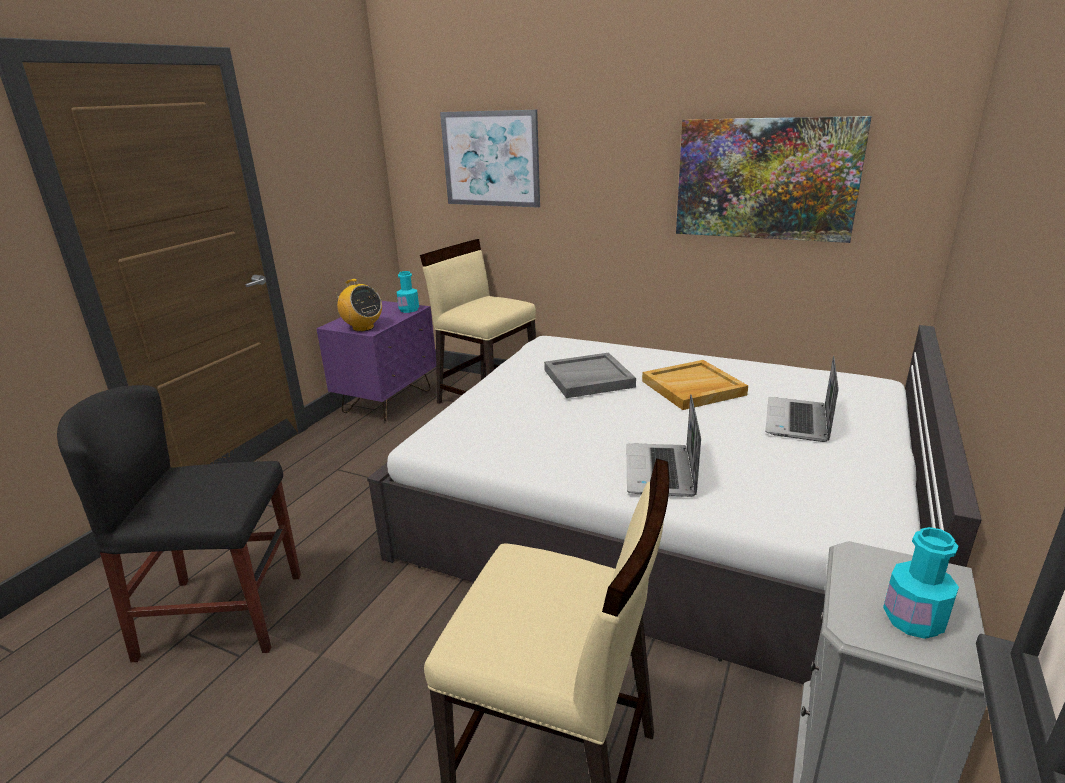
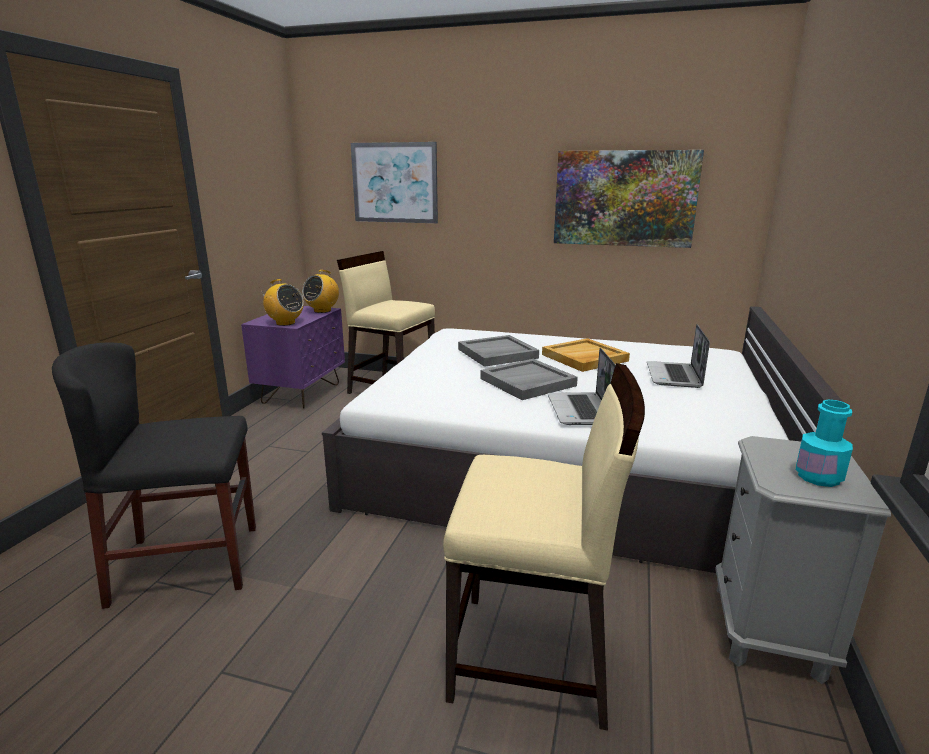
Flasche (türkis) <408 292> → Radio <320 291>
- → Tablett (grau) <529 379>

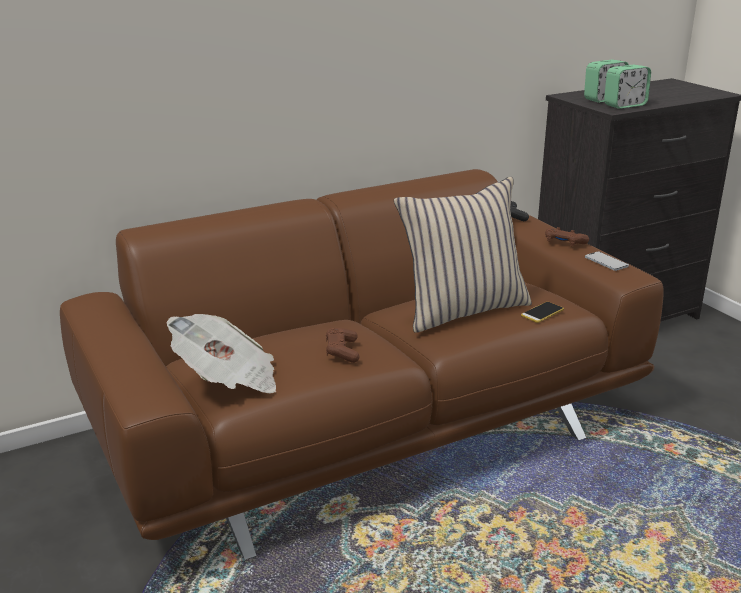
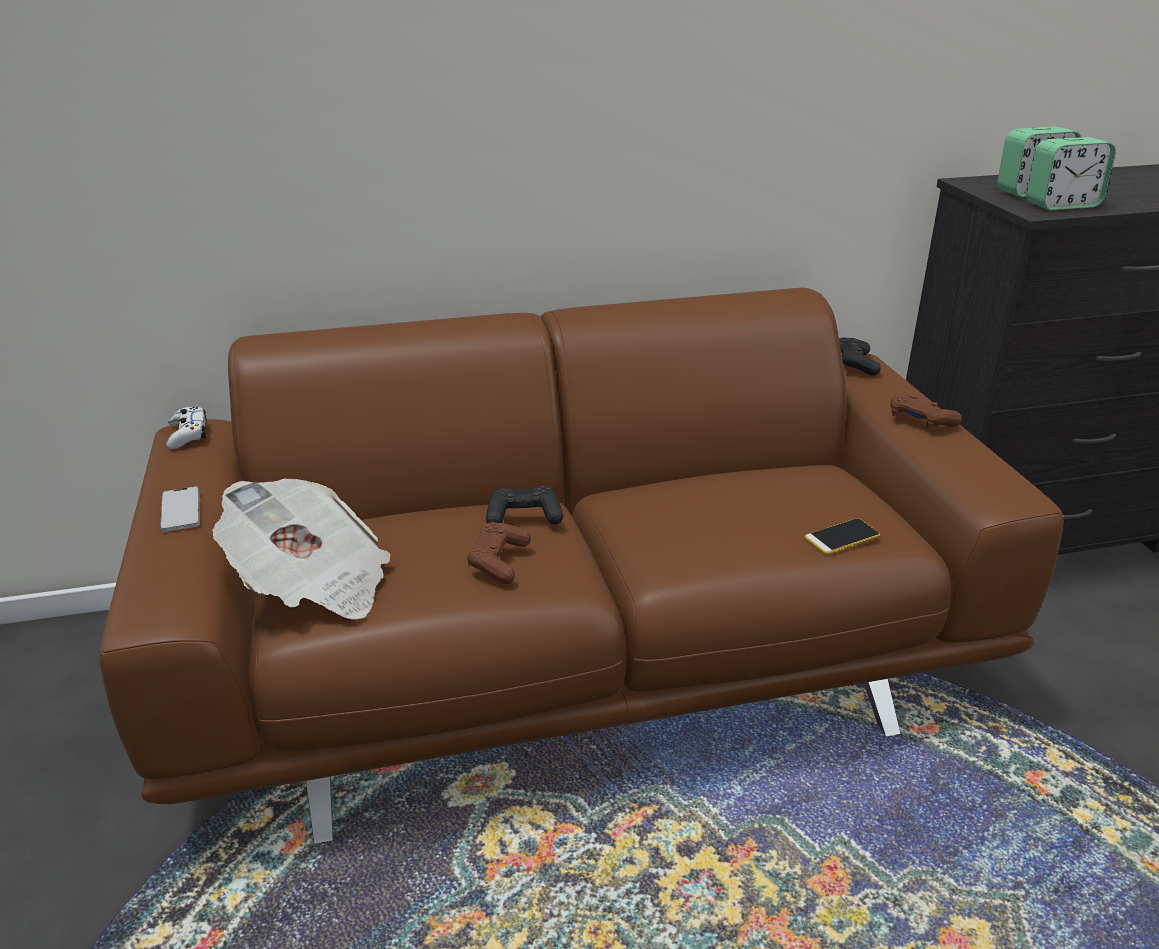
Kissen (beige) <463 255> → -
Handy <607 261> → Handy <180 509>, relocated
- → Gamepad (weiß) <186 428>
- → Gamepad (schwarz) <524 505>

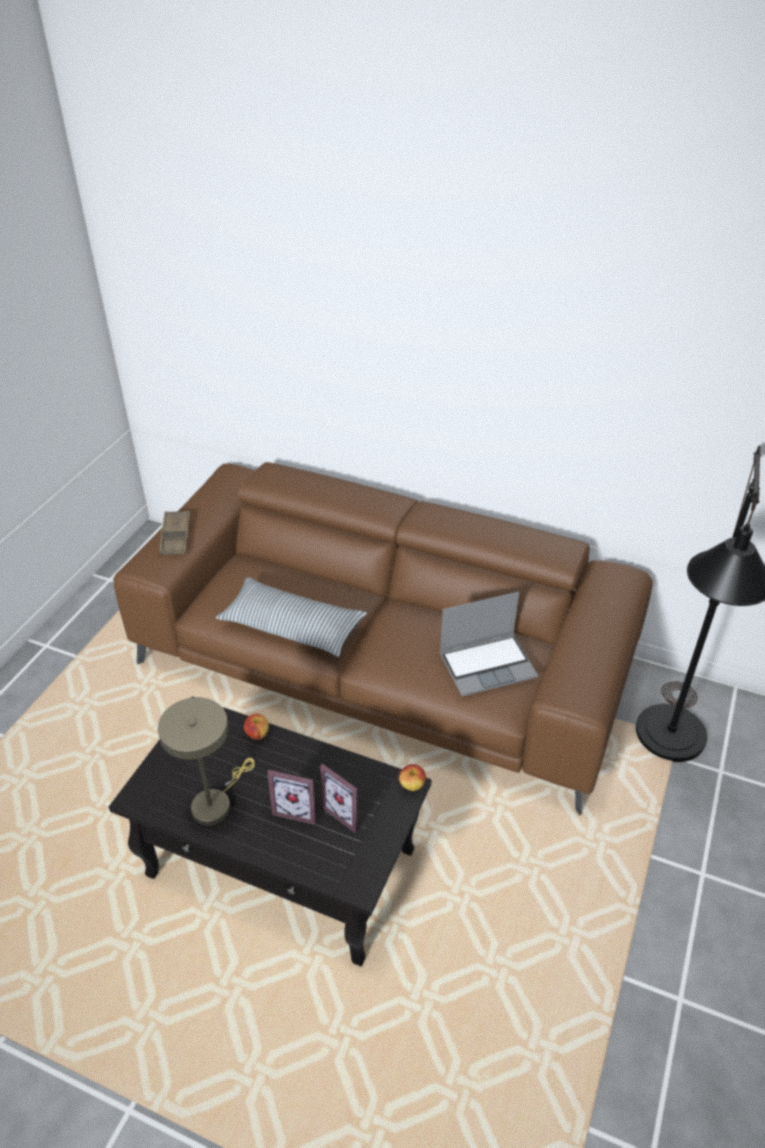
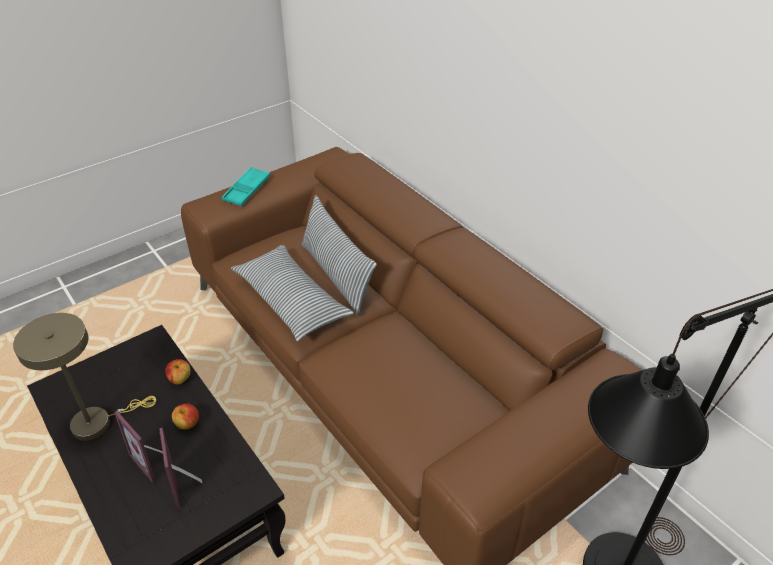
Tablett (braun) <174 533> → Tablett (türkis) <246 186>
Apfel <412 777> → Apfel <185 416>, relocated
Laptop <488 644> → -
- → Kissen <339 255>

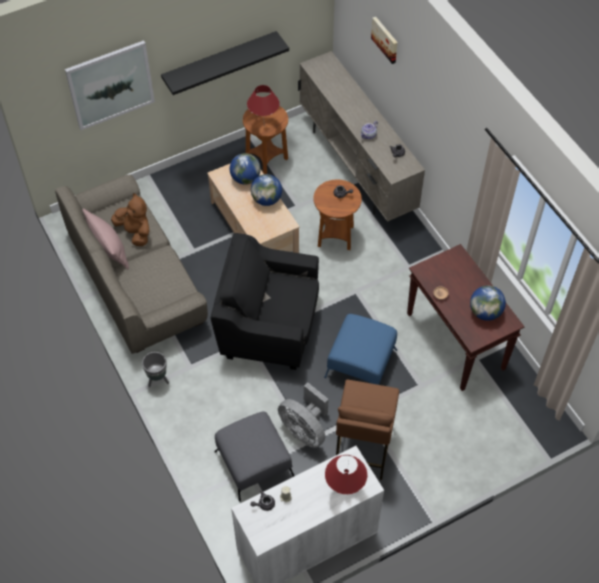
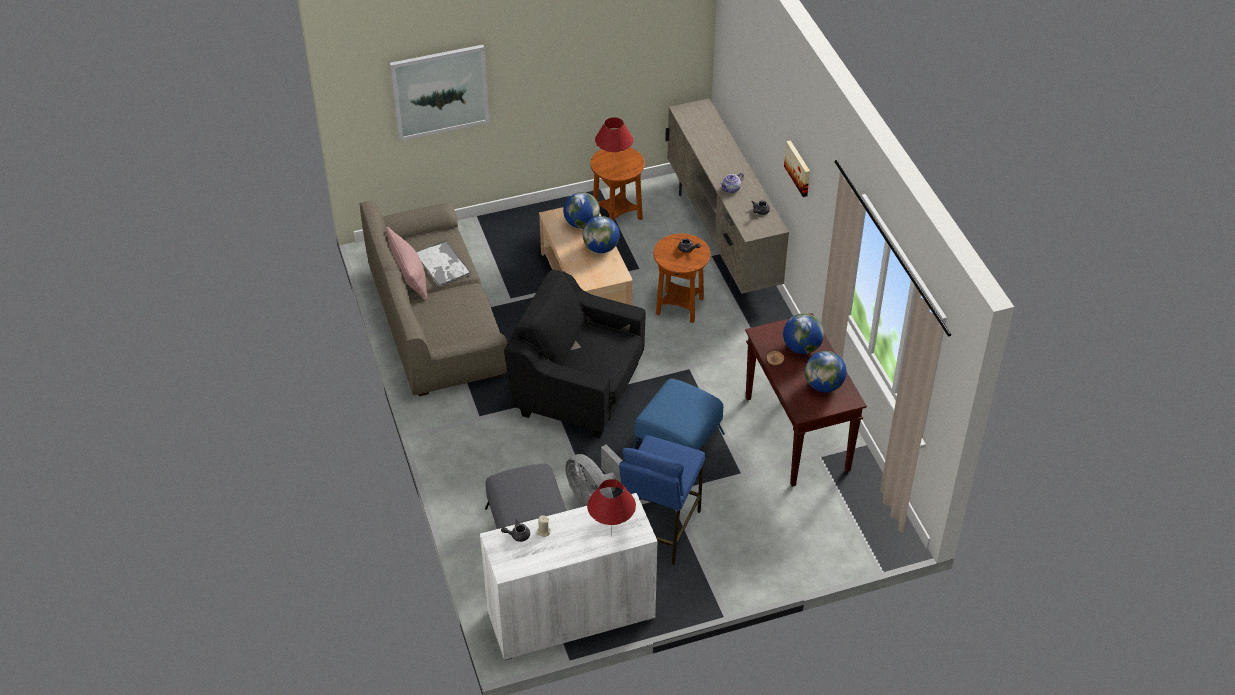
Plüschtier (braun) <130 219> → Tablett <444 263>
Pflanzkübel (grau) <155 369> → -
Wandregal (schwarz) <225 63> → -
Hocker (braun) <367 429> → Hocker (blau) <662 500>
Bild <384 40> → Bild <797 168>, relocated
- → Globus <803 333>

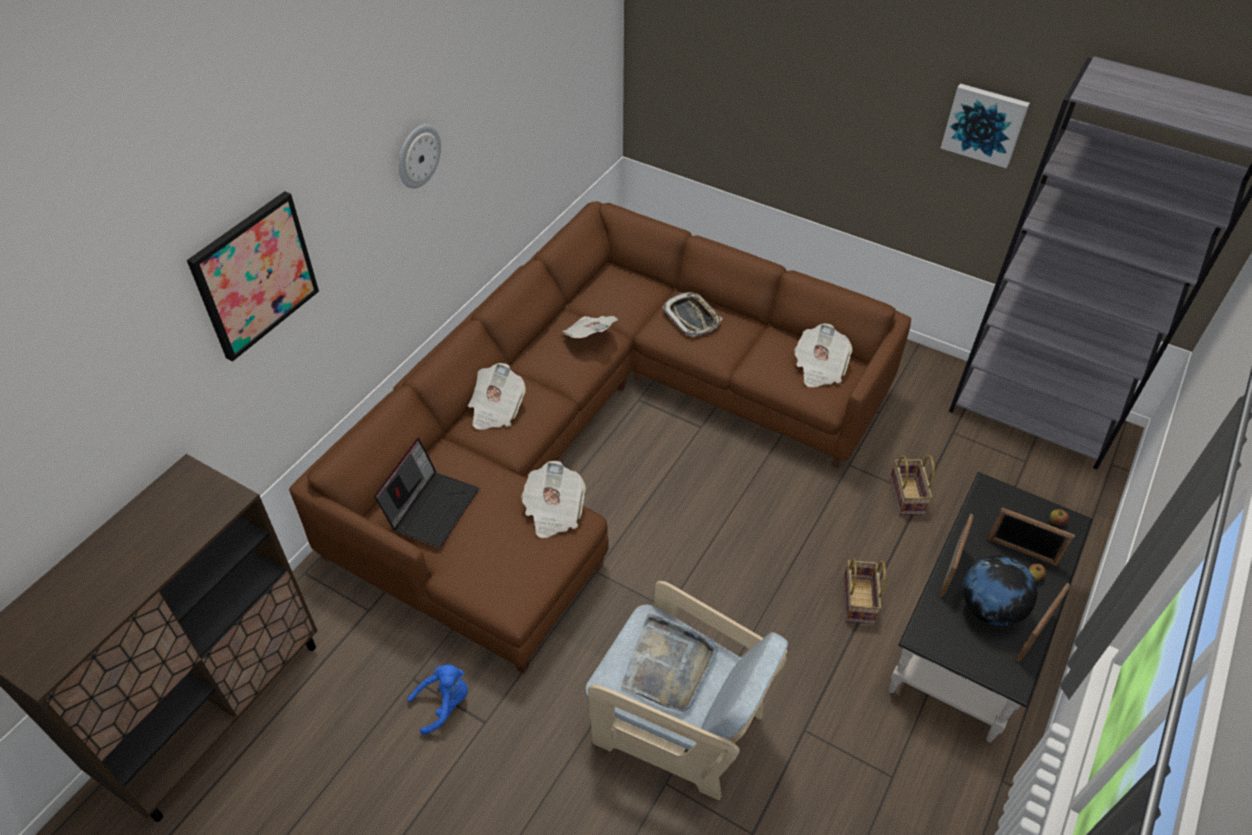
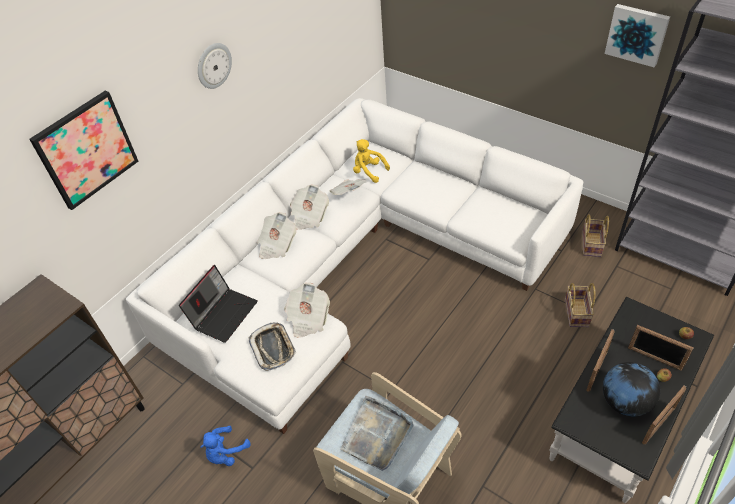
Sofa (braun) <600 437> → Sofa (weiß) <354 266>
Plüschtier (blau) <437 699> → Plüschtier (blau) <226 446>, 150 degrees clockwise
Tablett <693 314> → Tablett <272 346>, relocated
Zeitung <823 355> → Zeitung <309 207>, relocated
Korb <864 591> → Korb <595 235>, relocated
- → Plüschtier (gelb) <371 161>

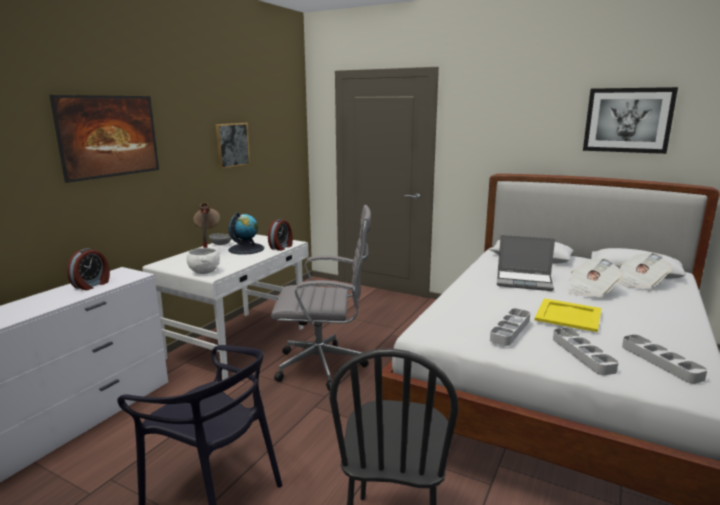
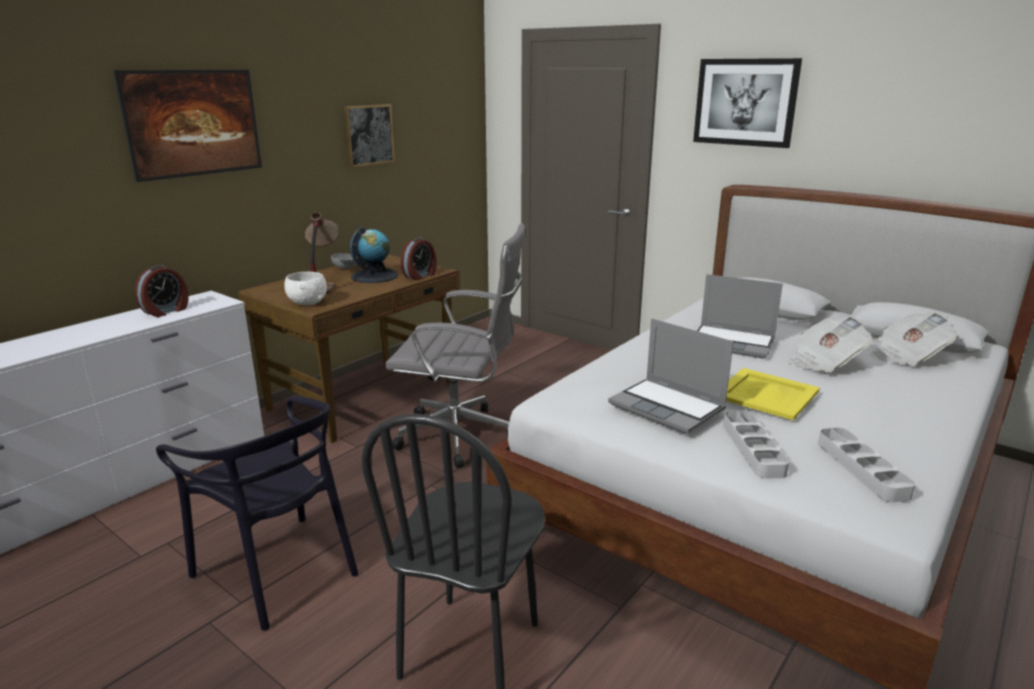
Schreibtisch (weiß) <225 307> → Schreibtisch (braun) <349 348>
Tablett (grau) <510 327> → Laptop <671 376>
Bild <630 120> → Bild <747 103>, relocated

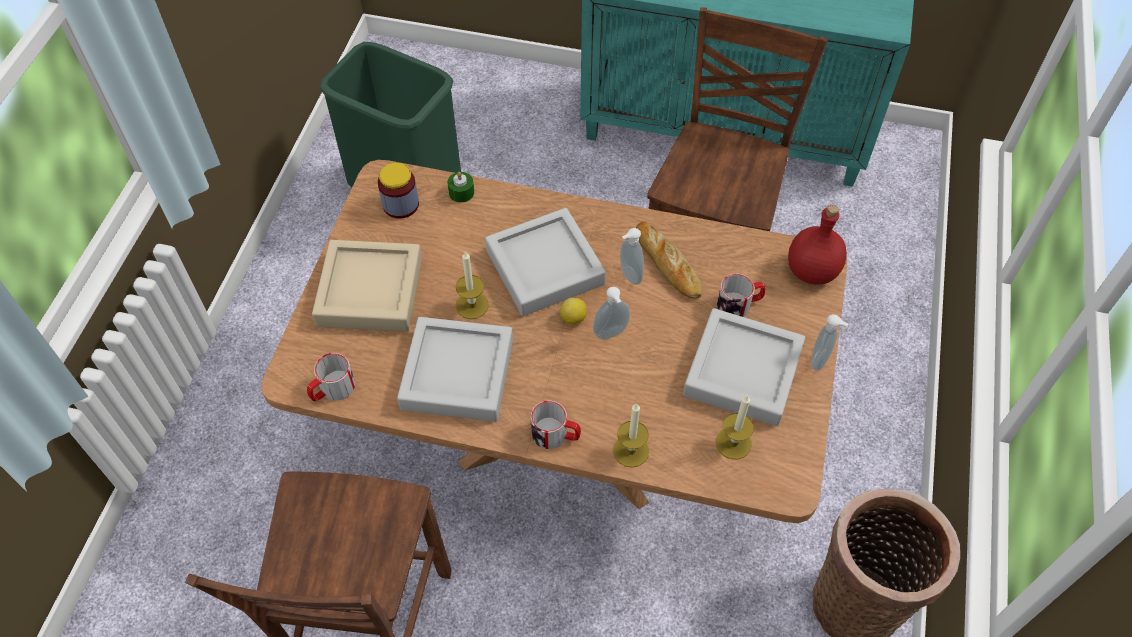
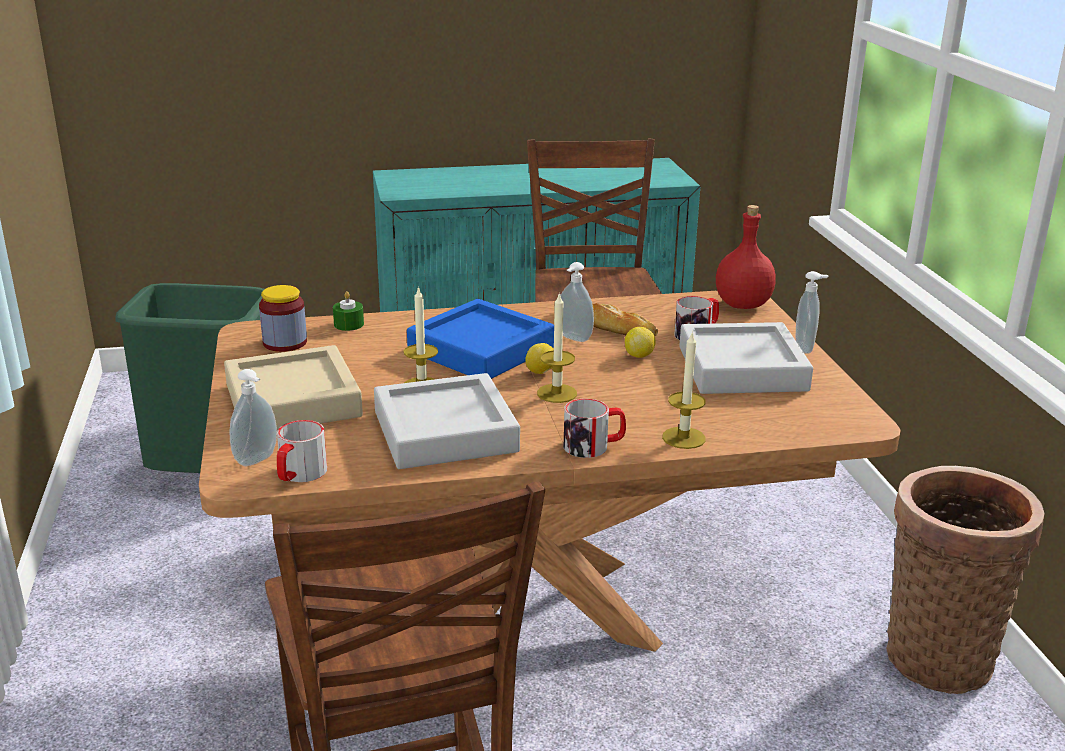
Tablett (grau) <545 262> → Tablett (blau) <480 339>
Seifenspender <611 313> → Seifenspender <253 417>, relocated
Kerze <735 427> → Kerze <557 347>, relocated
- → Zitrone <640 342>

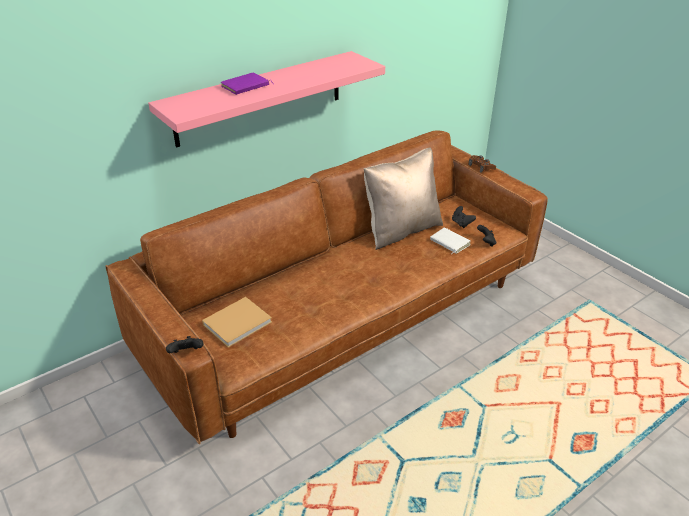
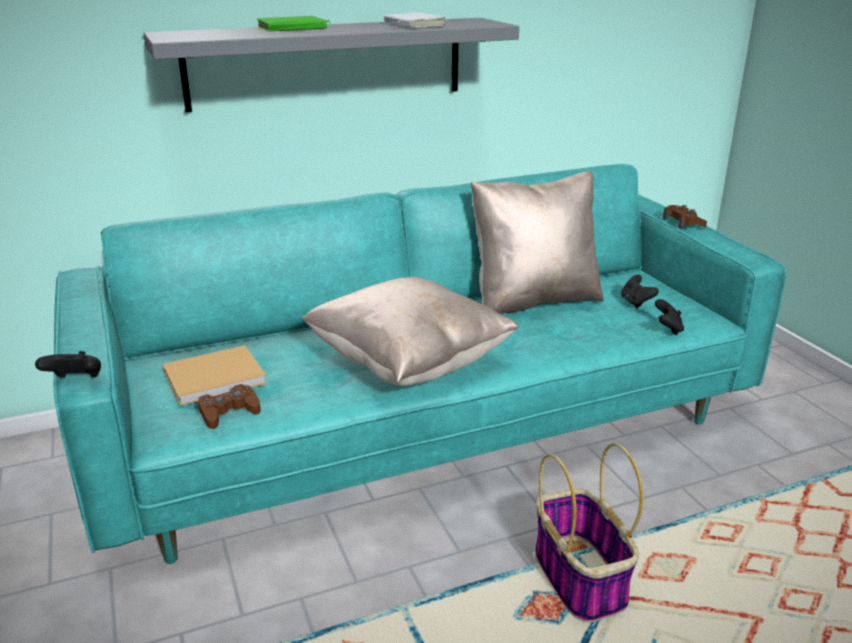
Sofa (braun) <326 287> → Sofa (türkis) <420 364>
Wandregal (rosa) <266 99> → Wandregal (grau) <331 65>
Buch (lila) <247 84> → Buch (grün) <294 23>
Buch (weiß) <450 241> → Buch (weiß) <414 20>, relocated
- → Gamepad (braun) <229 406>
- → Kissen (beige) <410 331>
- → Korb <589 533>

